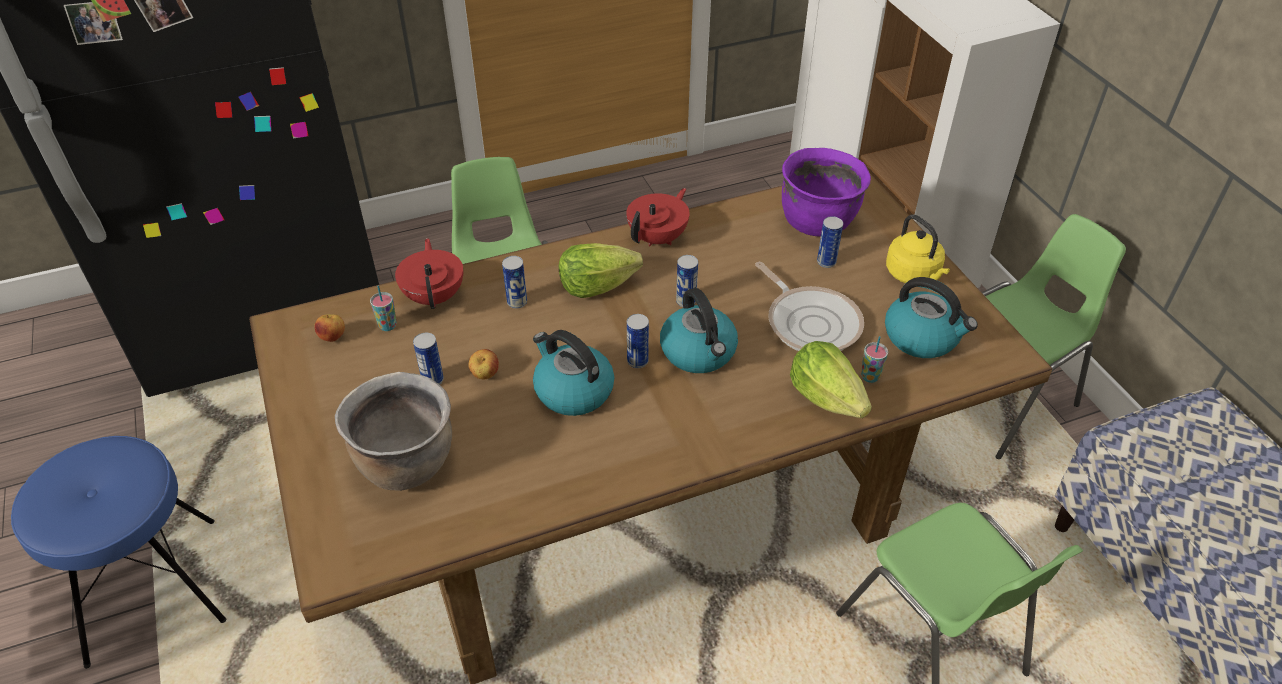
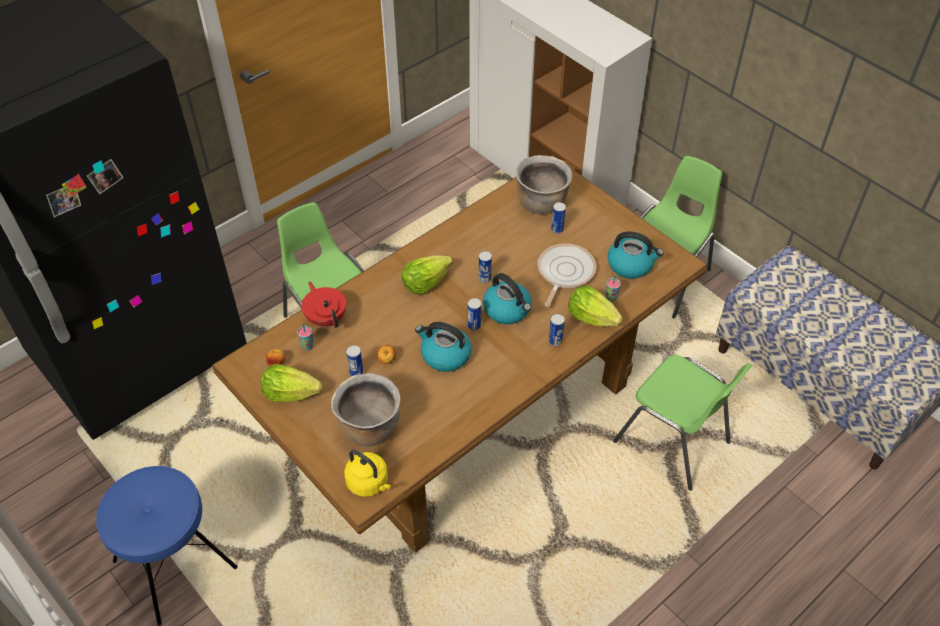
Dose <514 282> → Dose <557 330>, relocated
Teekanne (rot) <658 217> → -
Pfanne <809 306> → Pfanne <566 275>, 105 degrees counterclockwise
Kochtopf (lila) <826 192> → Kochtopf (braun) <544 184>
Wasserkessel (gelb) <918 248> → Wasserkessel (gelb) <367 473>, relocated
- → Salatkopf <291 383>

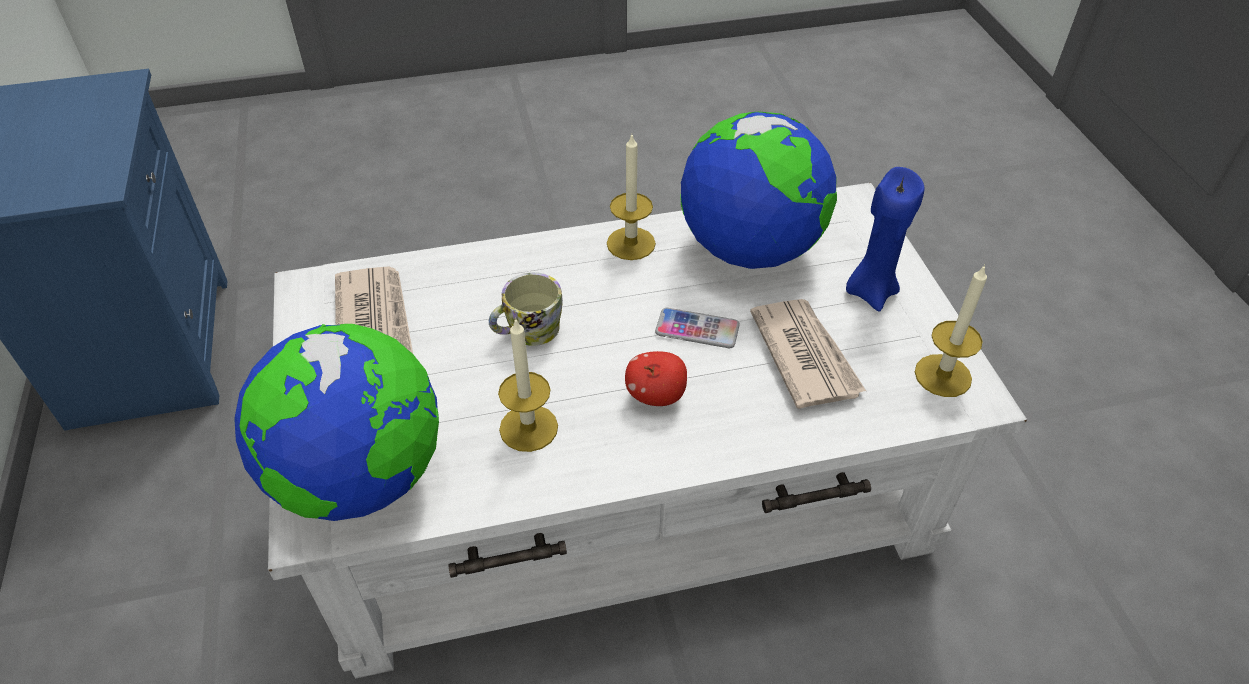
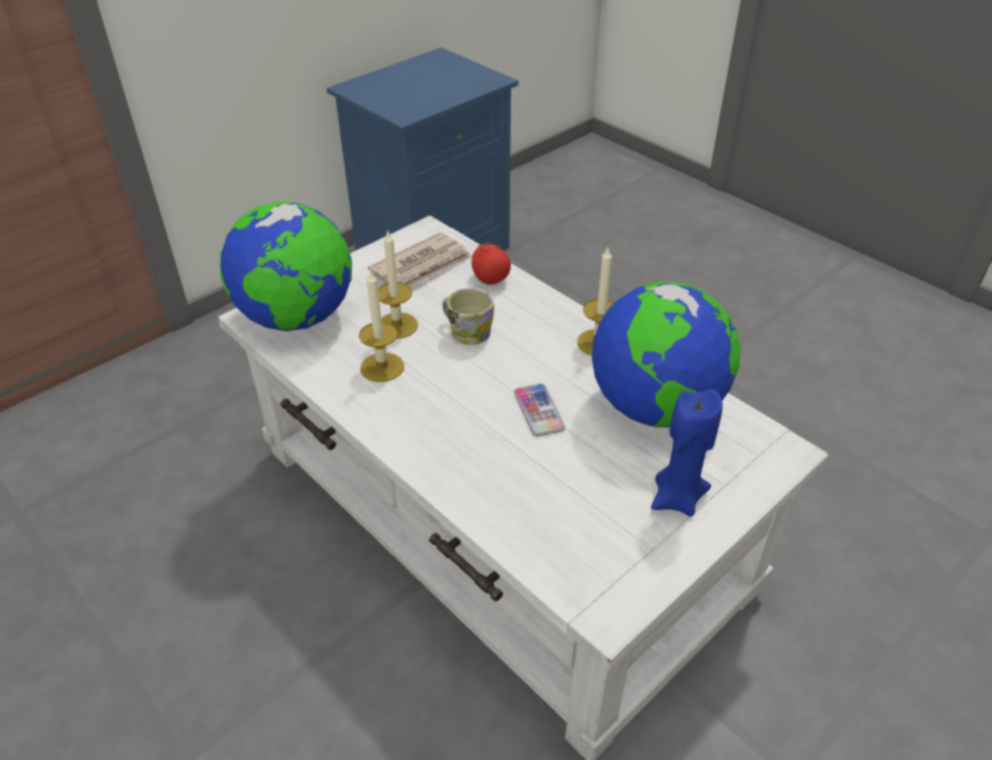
Apfel <656 378> → Apfel <491 264>, relocated
Zeitung <808 354> → -
Kerze <951 330> → Kerze <398 284>, relocated

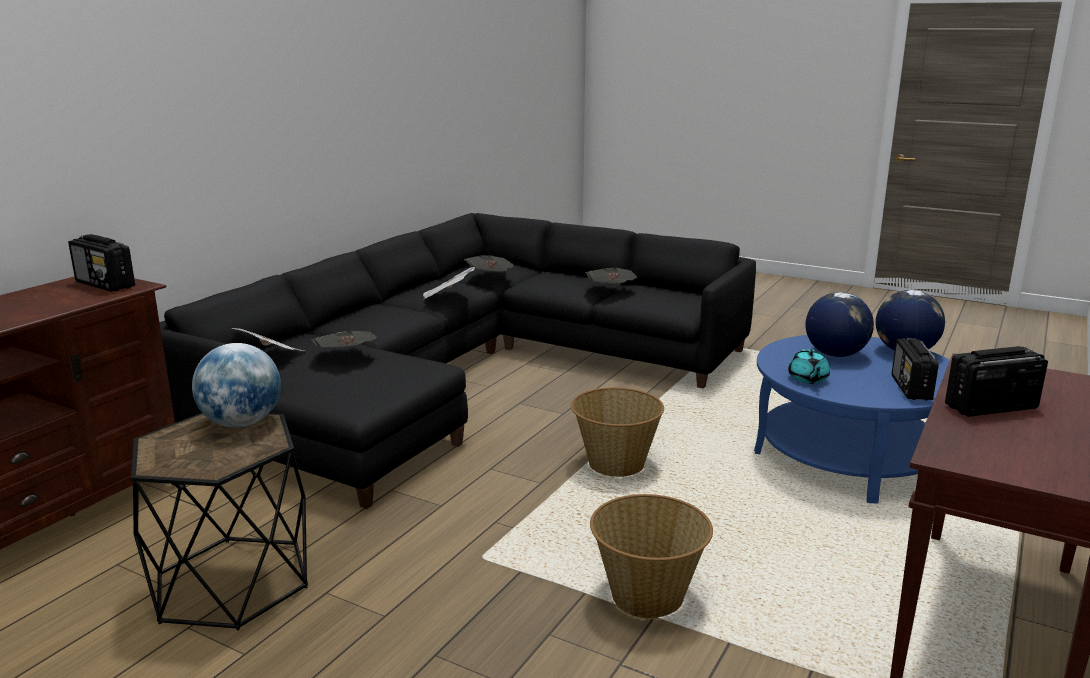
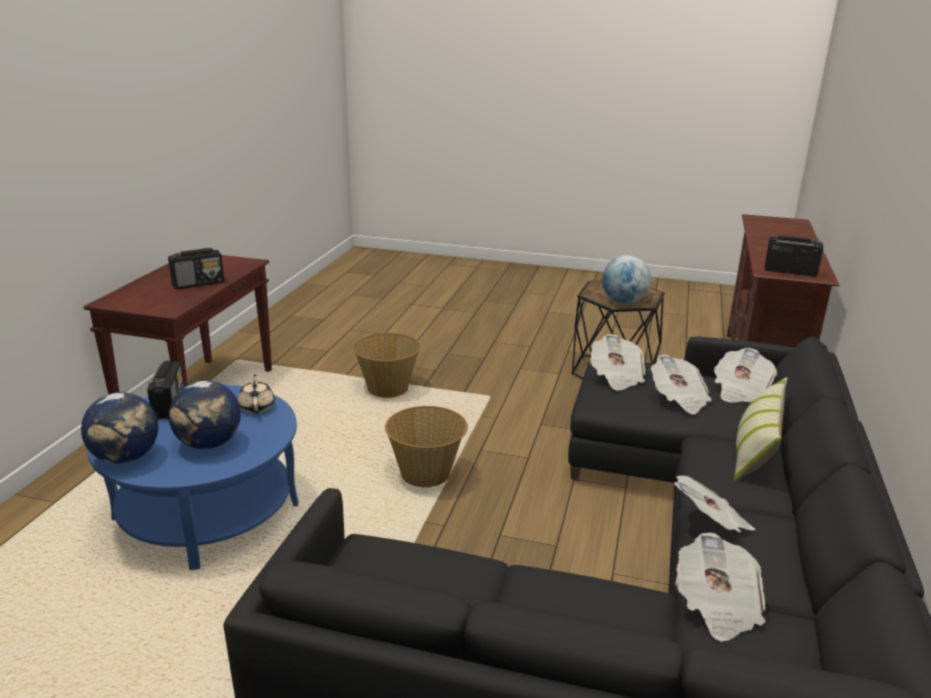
Zeitung <611 275> → Zeitung <617 362>, relocated
Teekanne (türkis) <809 366> → Teekanne (beige) <256 393>
- → Kissen <760 429>

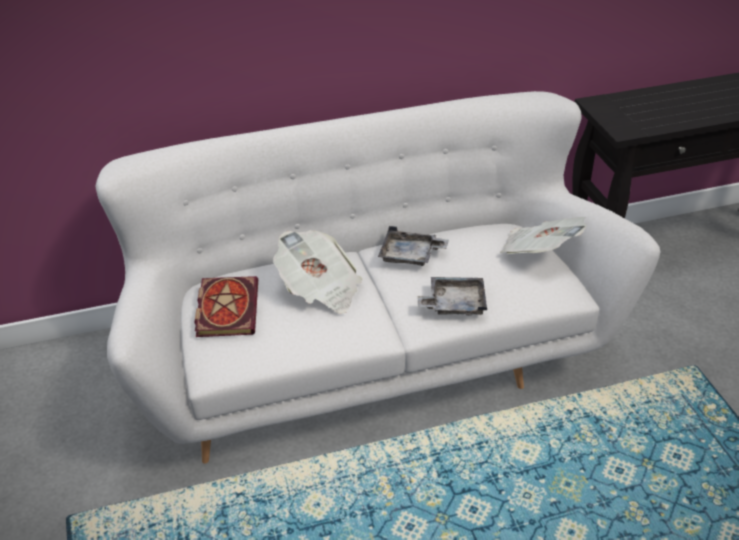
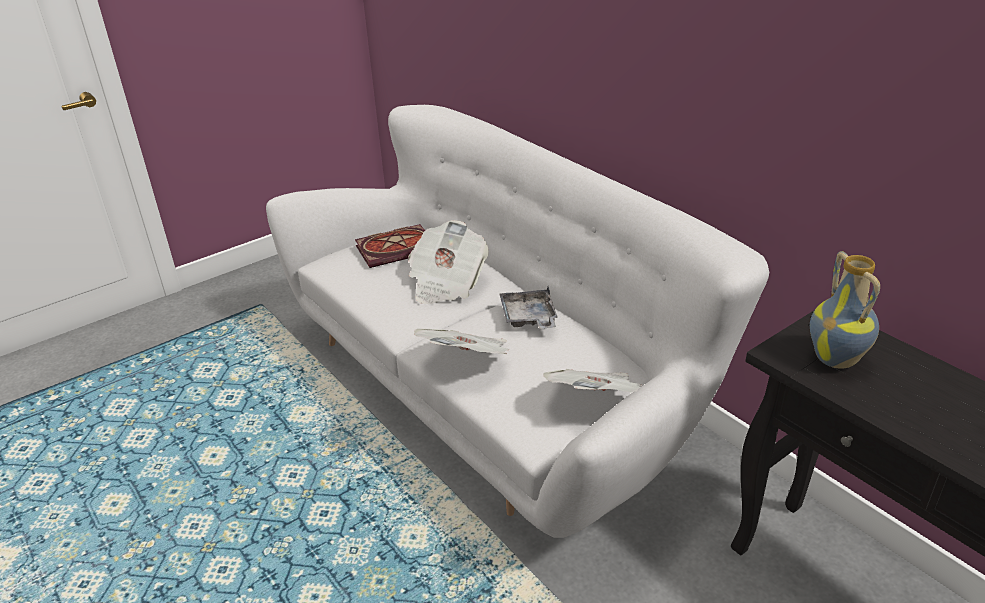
Tablett (grau) <452 296> → Zeitung <461 341>
- → Vase <845 310>

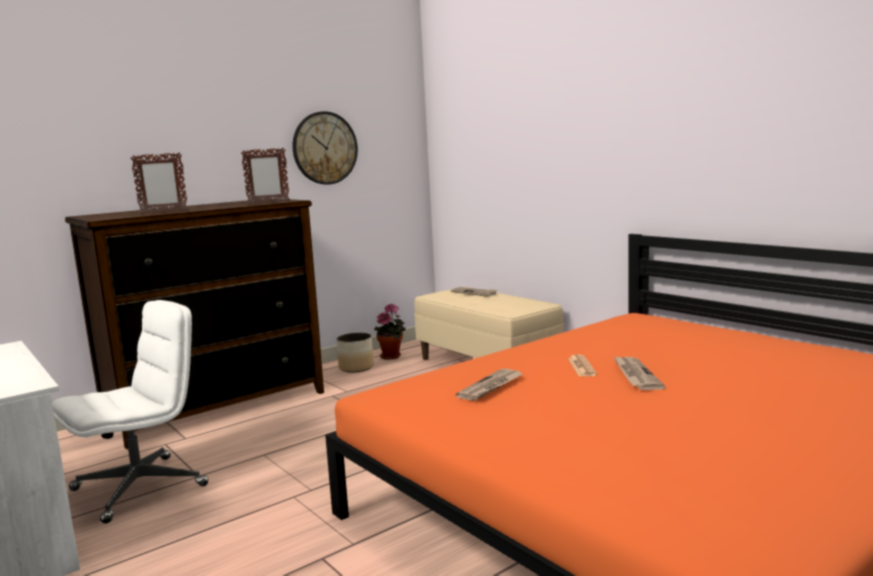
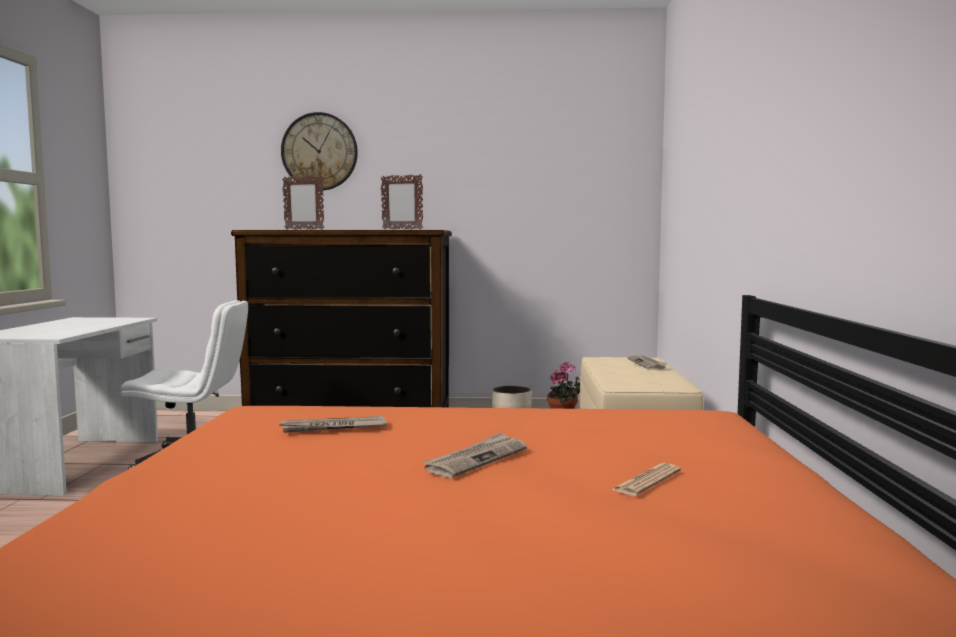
Wanduhr <325 147> → Wanduhr <319 151>, relocated
Zeitung <582 365> → Zeitung <646 479>, relocated

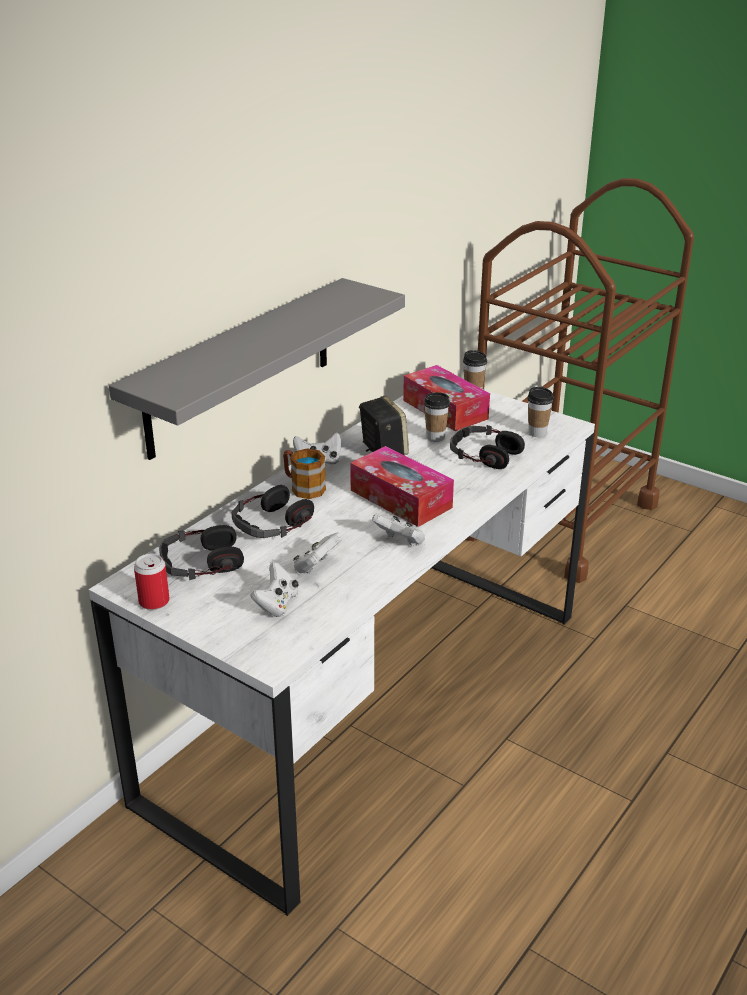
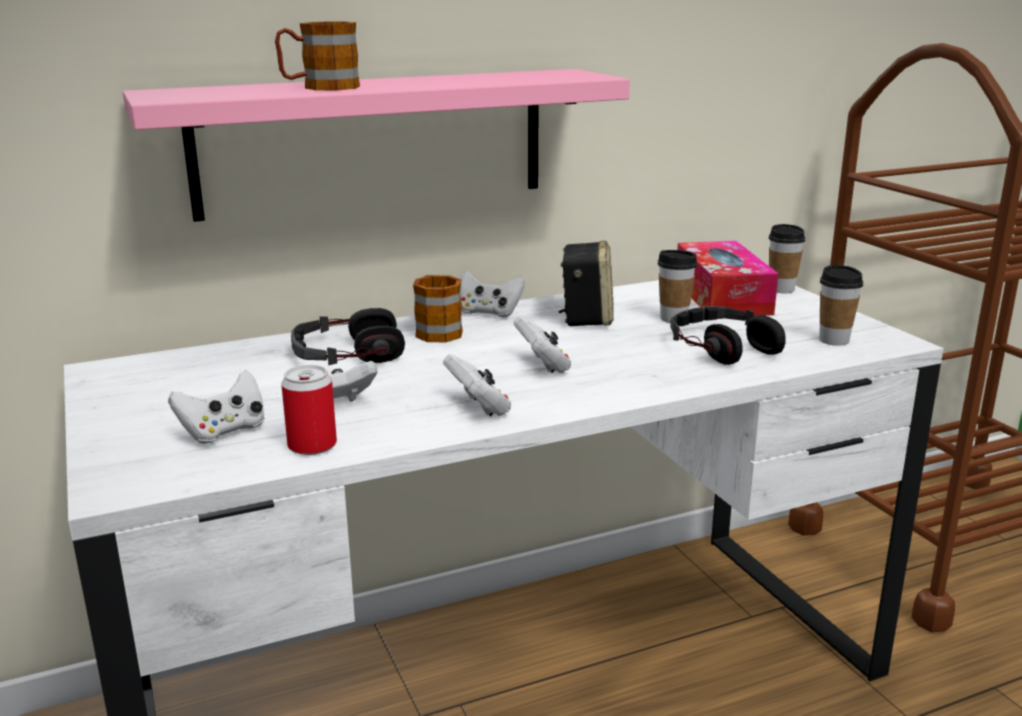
Wandregal (grau) <257 369> → Wandregal (rosa) <376 145>
Dose <152 582> → Dose <309 410>, relocated
Kopfhörer <201 552> → -
Taschentuchbox <402 486> → Gamepad (weiß) <542 344>
- → Henkelbecher <317 56>

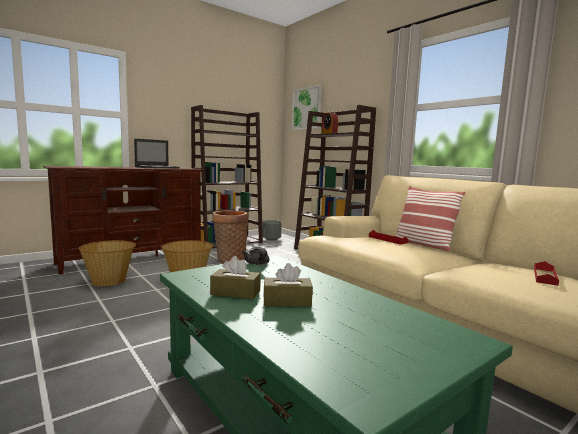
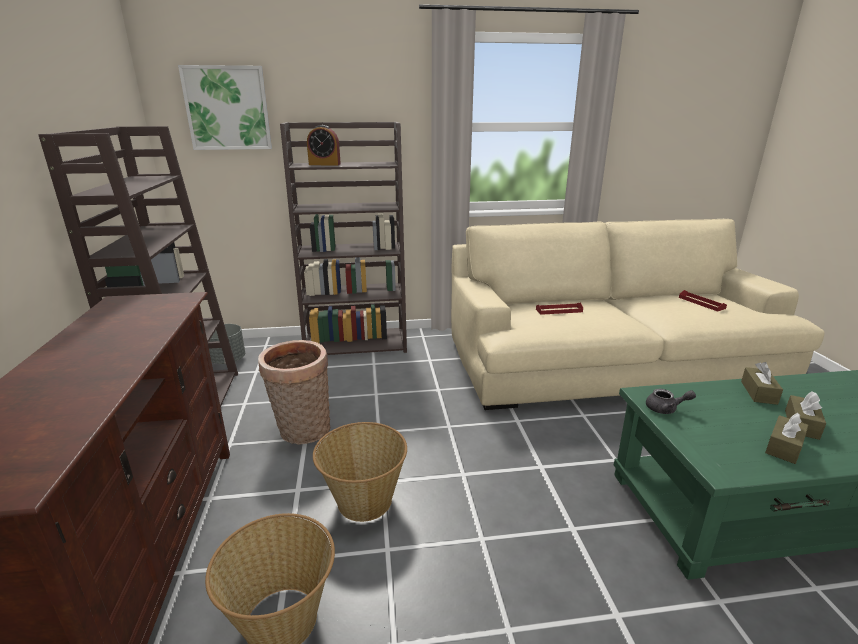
Laptop <157 154> → -
Kissen <430 218> → -
- → Taschentuchbox (braun) <762 383>

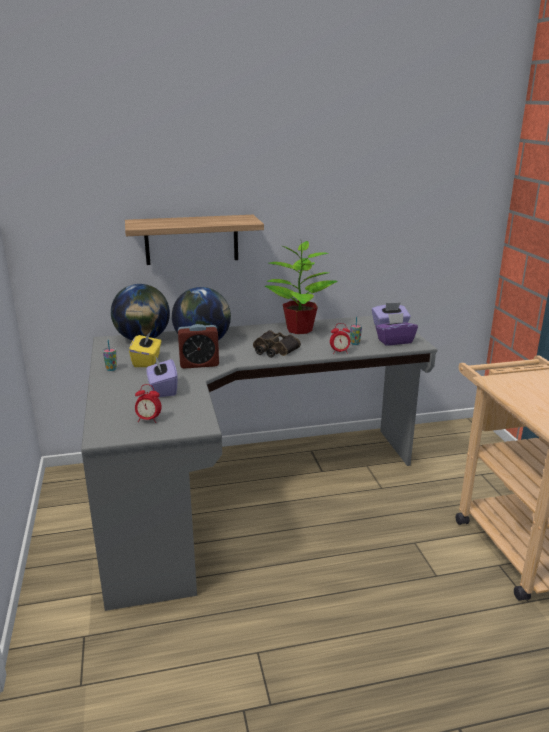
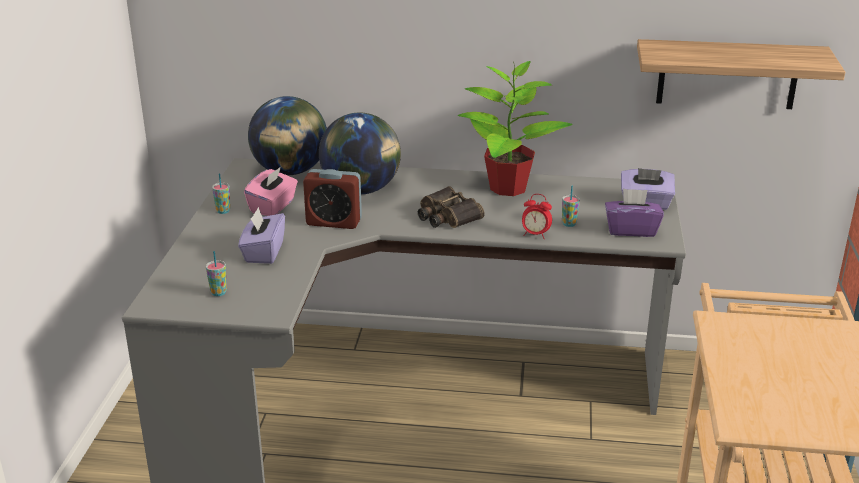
Wandregal <194 240> → Wandregal <741 74>, relocated
Taschentuchbox (gelb) <145 349> → Taschentuchbox (rosa) <271 191>
Wecker <148 403> → Tasse <216 273>

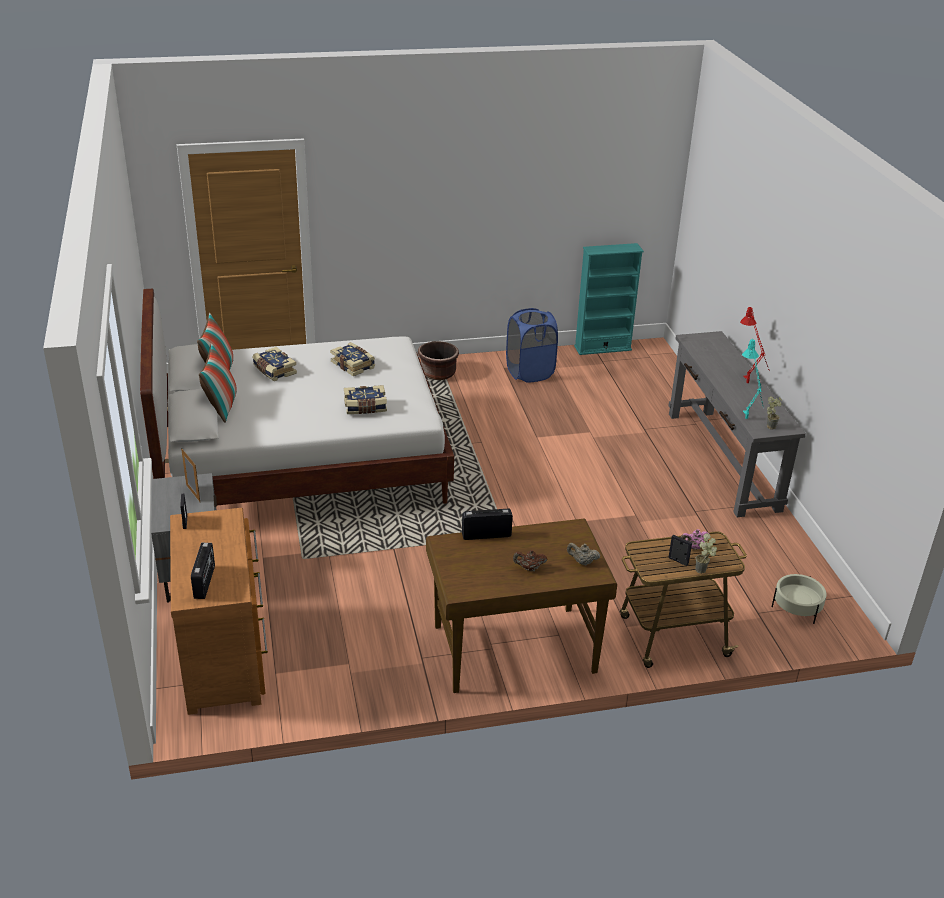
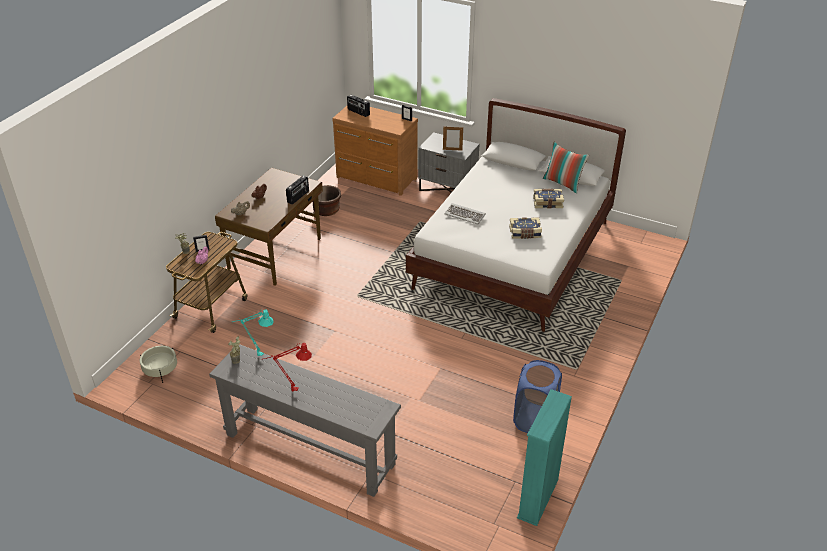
Kissen <218 383> → -
Buch <365 399> → Tastatur <465 213>
Pflanzkübel (braun) <438 360> → Pflanzkübel (braun) <326 200>, relocated

